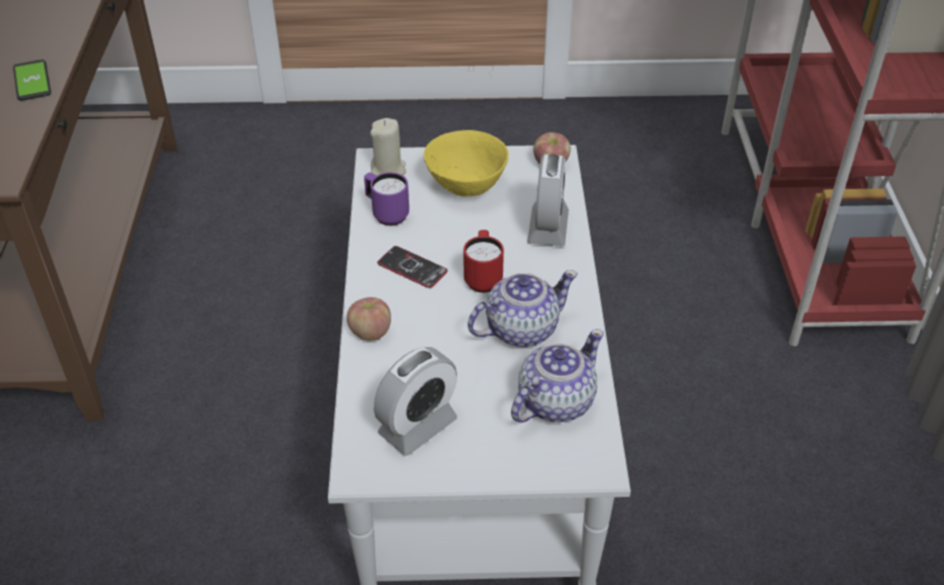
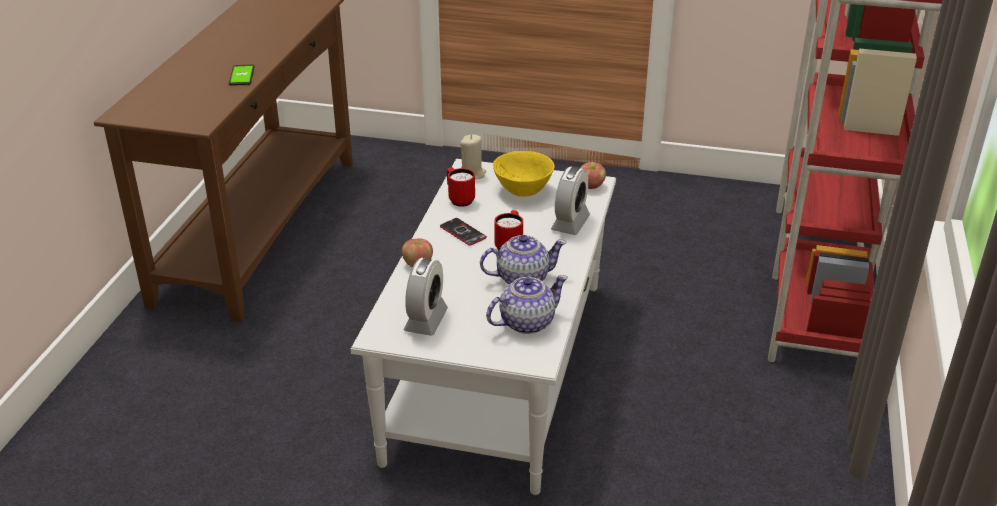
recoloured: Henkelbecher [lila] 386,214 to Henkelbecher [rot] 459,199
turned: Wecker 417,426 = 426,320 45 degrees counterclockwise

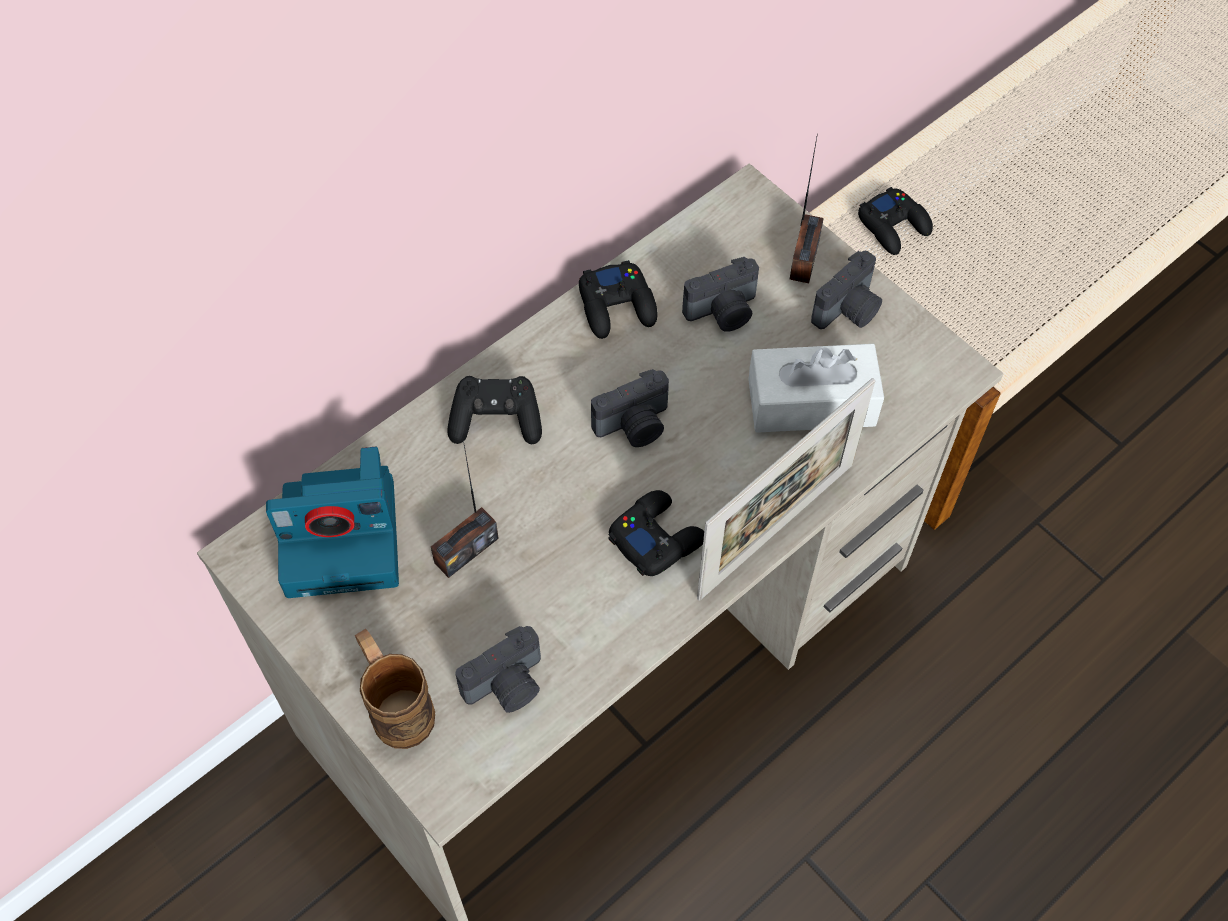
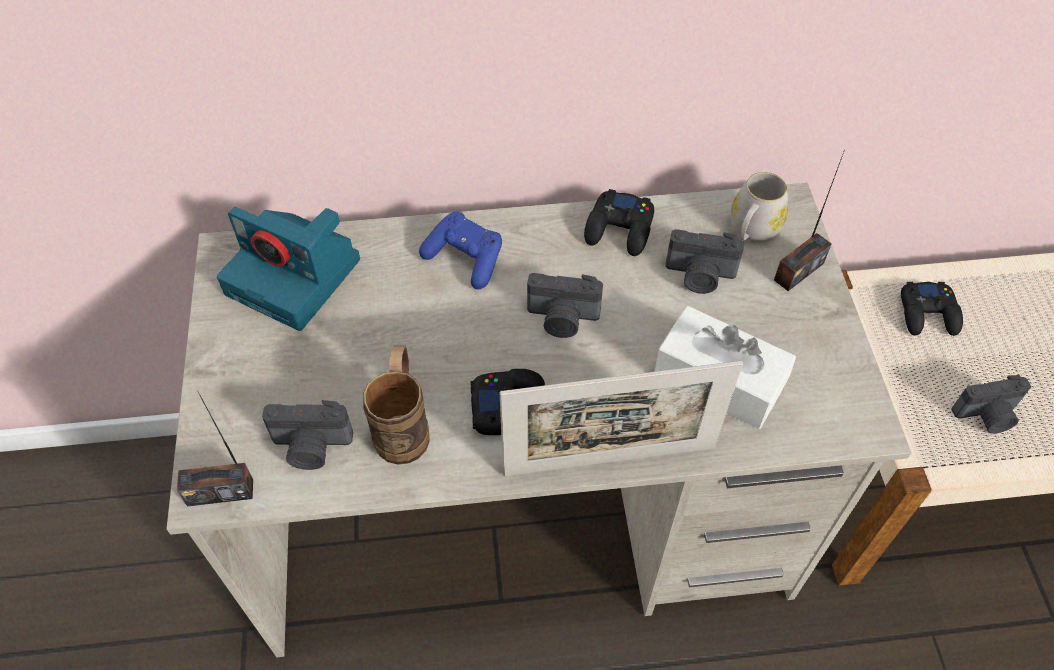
added: Henkelbecher [weiß] 751,230
moved: Henkelbecher [braun] 396,705 to 404,426; Radio 466,550 to 220,492; Kamera 849,310 to 987,416
recoloured: Gamepad [schwarz] 496,420 to Gamepad [blau] 465,259

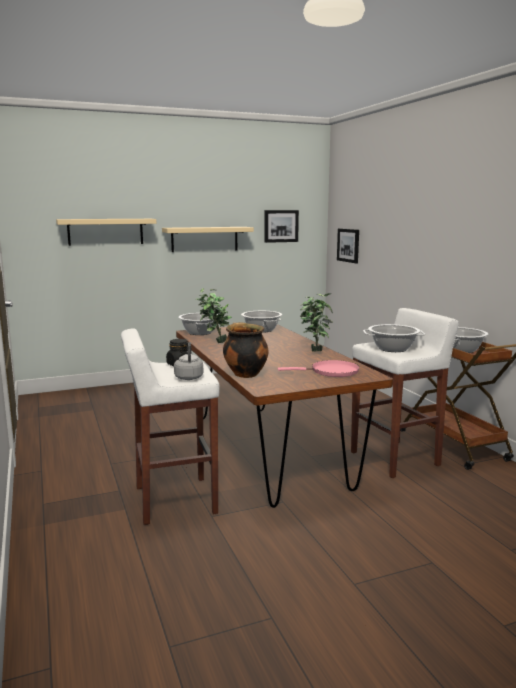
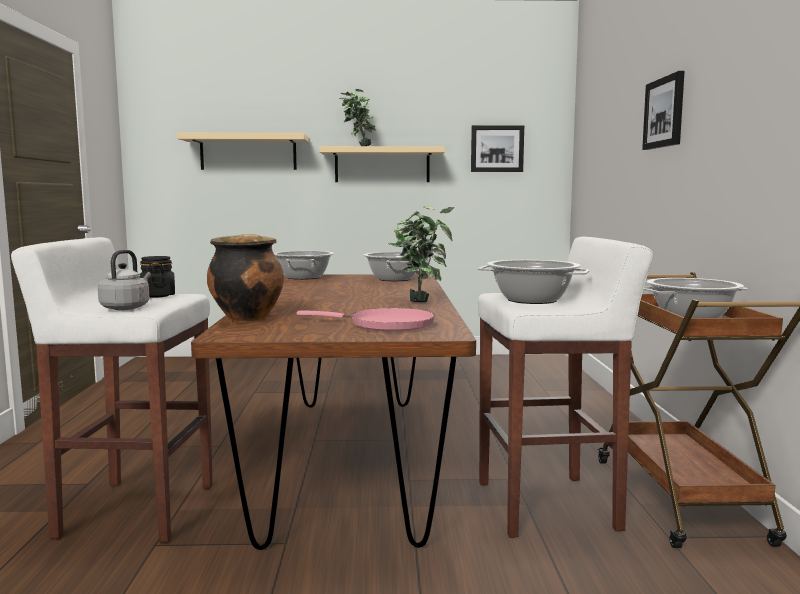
moved: Topfpflanze 214,342 to 358,147; Bild 348,245 to 664,112

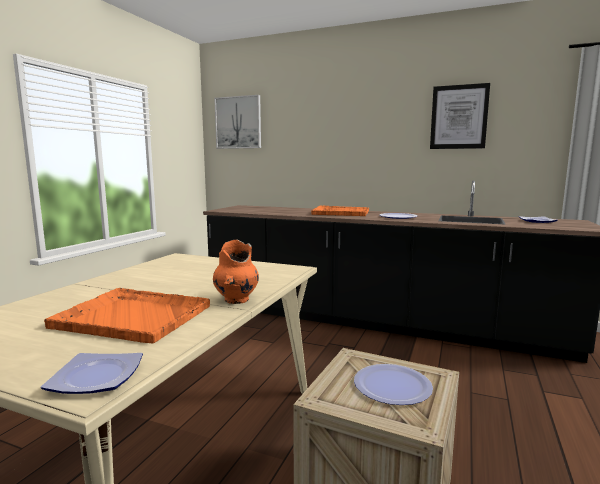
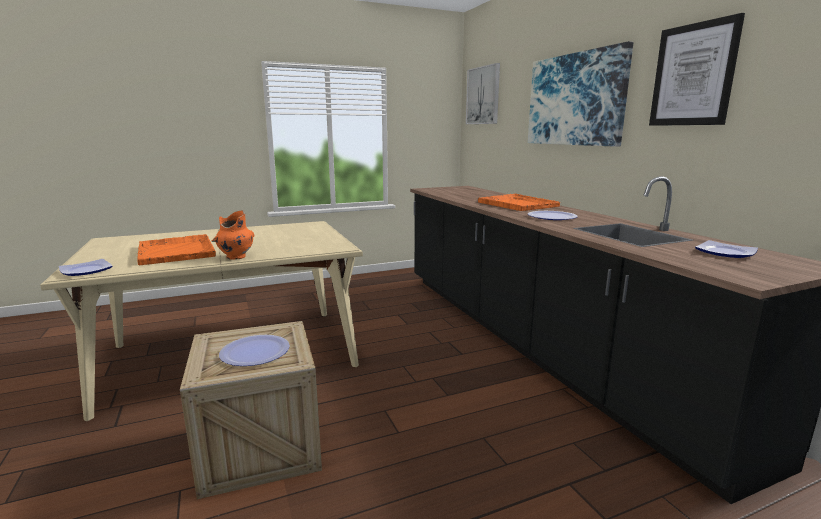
added: Bild 575,100

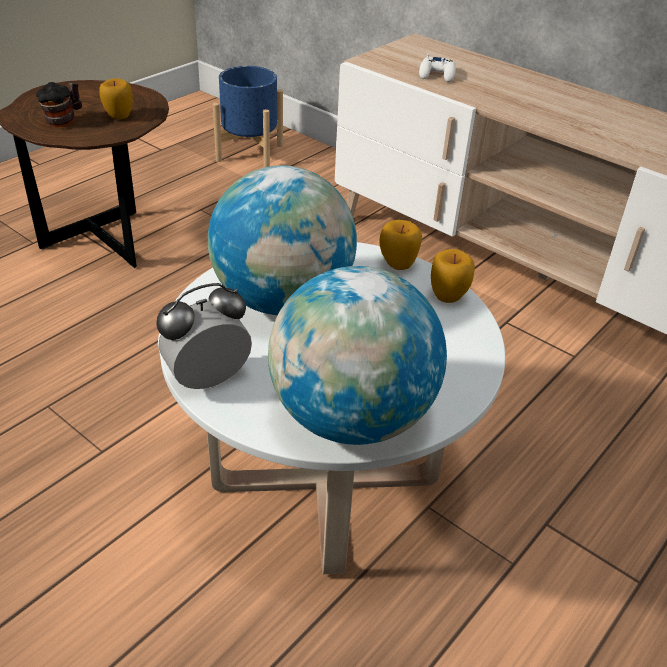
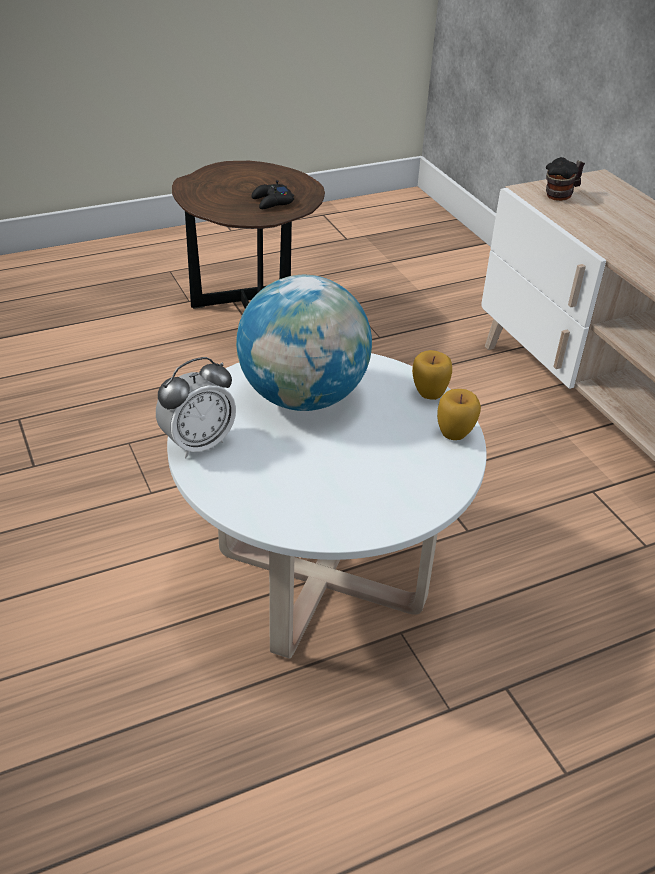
removed: Pflanzkübel [blau] 249,153; Globus 351,417; Gamepad [weiß] 437,74
moved: Henkelbecher 64,121 to 561,195
replaced: Apfel 119,116 to Gamepad [schwarz] 272,202
turned: Wecker 208,379 = 198,443 150 degrees clockwise

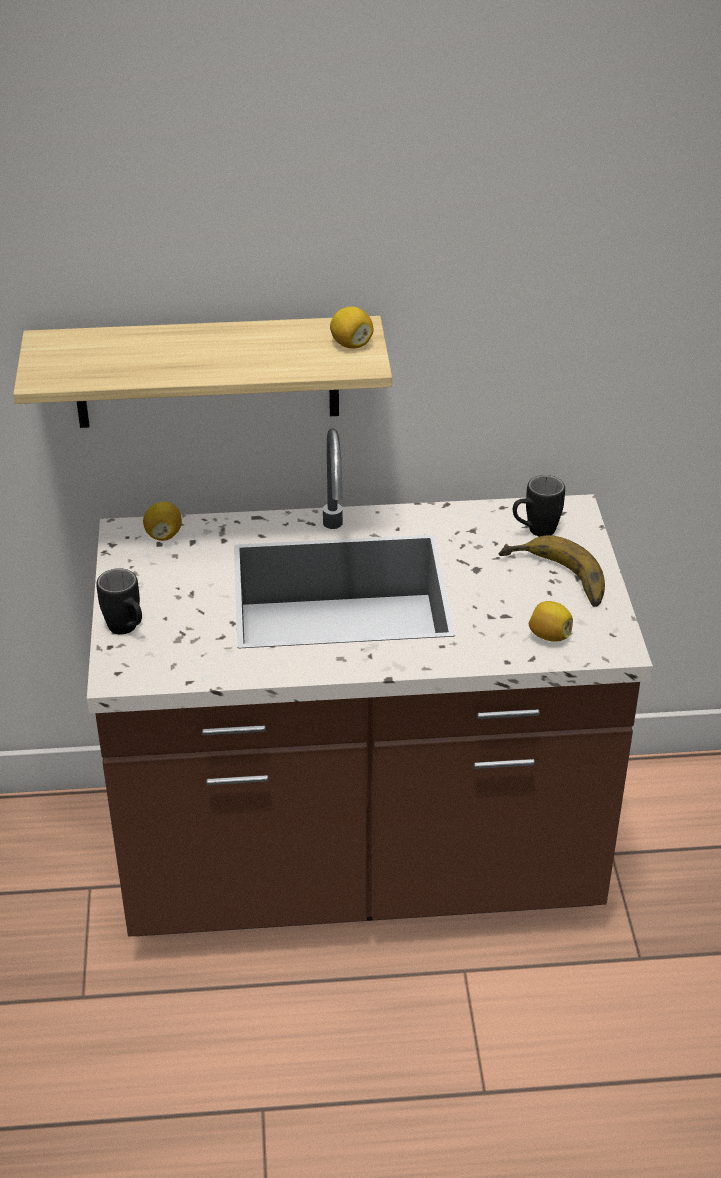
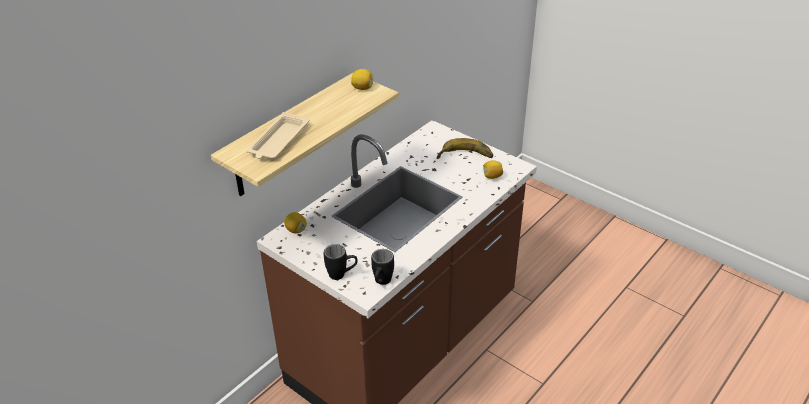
added: Tablett [beige] 278,141
moved: Henkelbecher [schwarz] 534,532 to 381,283

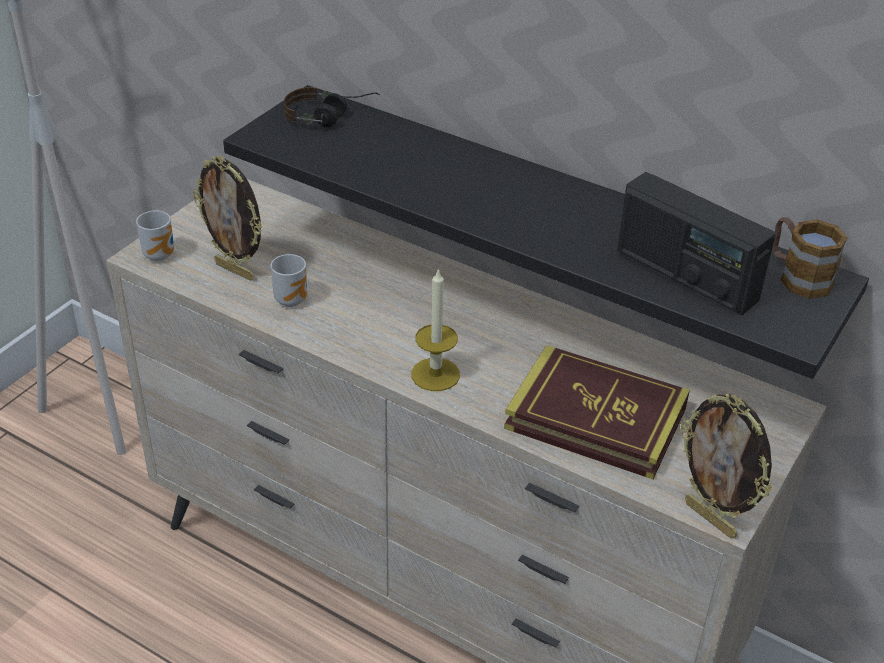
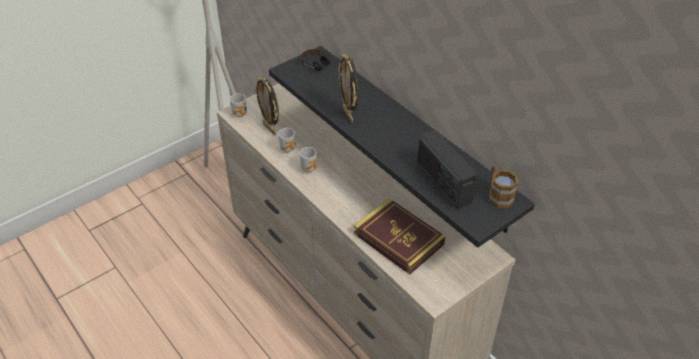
removed: Kerze 435,374
added: Henkelbecher 309,168
moved: Bilderrahmen 711,519 to 348,115

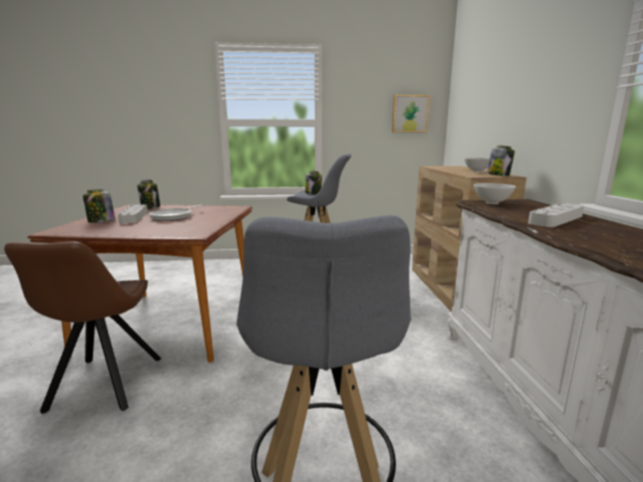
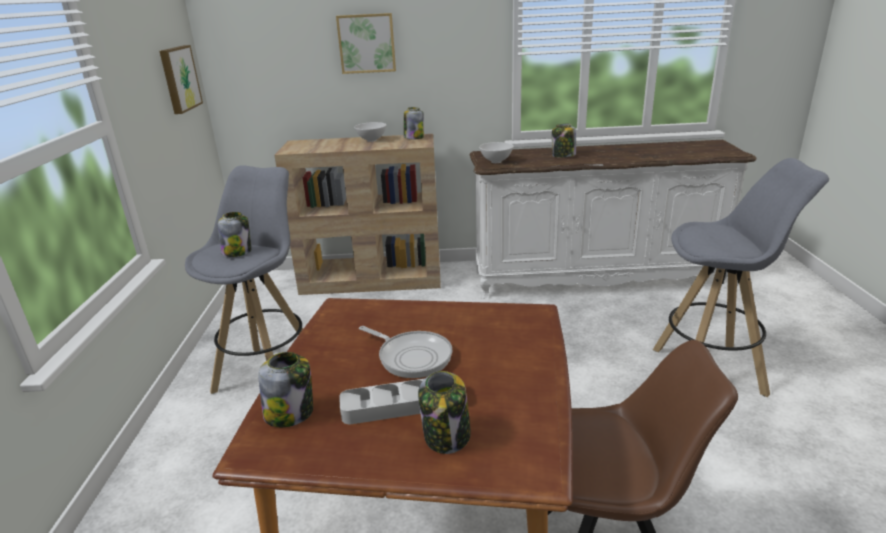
added: Bild 367,43
replaced: Tablett [grau] 556,219 to Vorratsglas 563,156

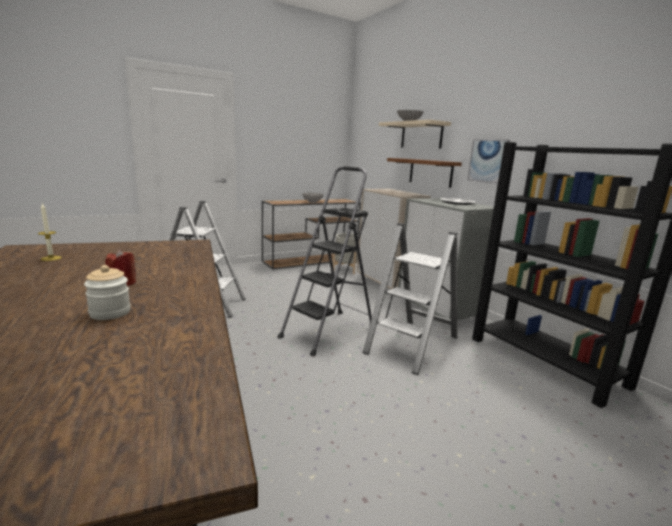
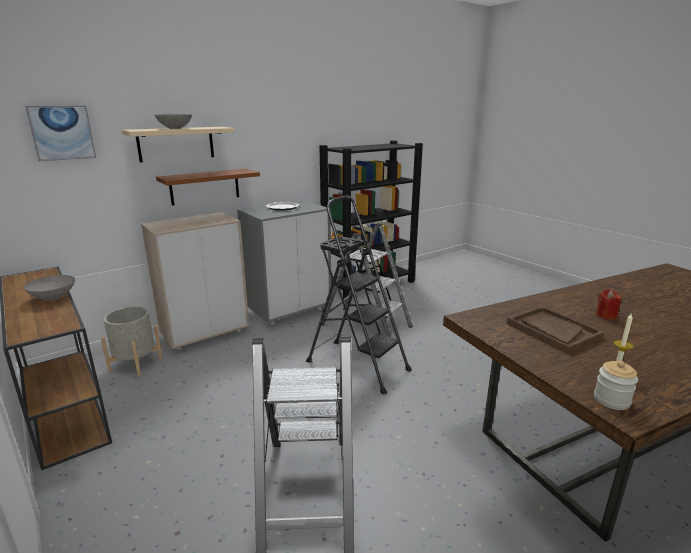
added: Tablett [braun] 552,330
moved: Vorratsglas 110,313 to 611,400; Bild 488,161 to 62,133

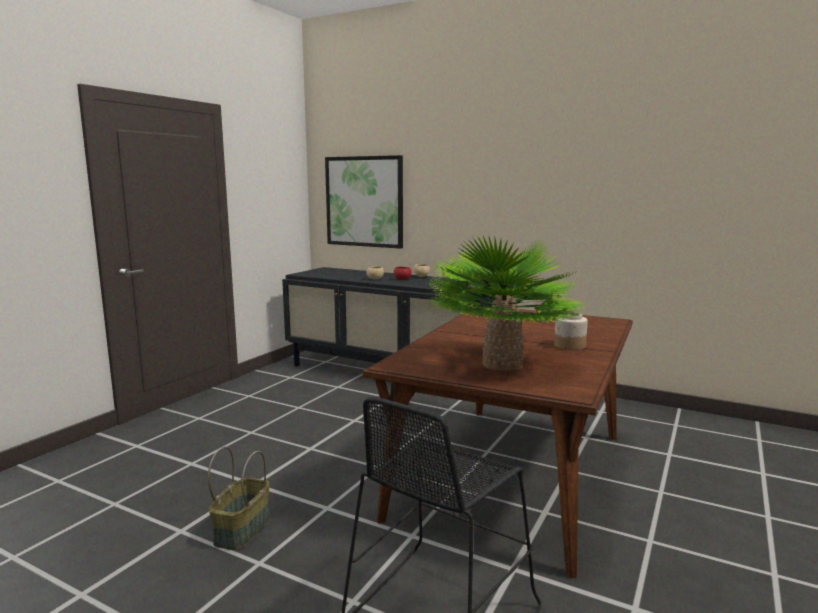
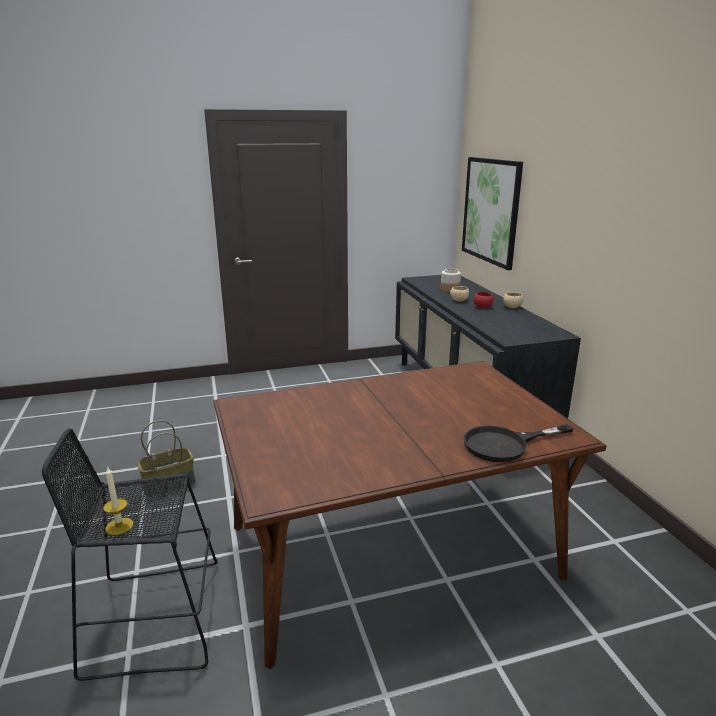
removed: Topfpflanze 502,364
added: Kerze 119,526; Pfanne [schwarz] 505,444
moved: Vorratsglas 569,346 to 449,290

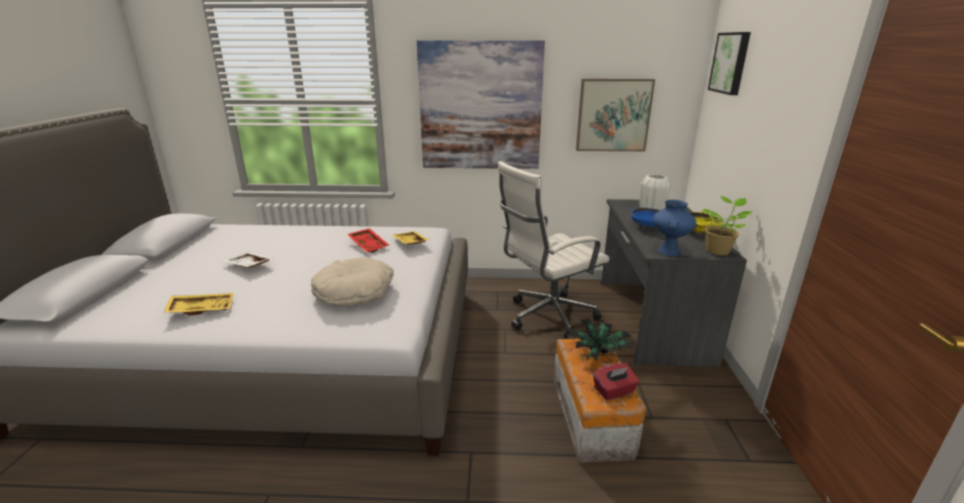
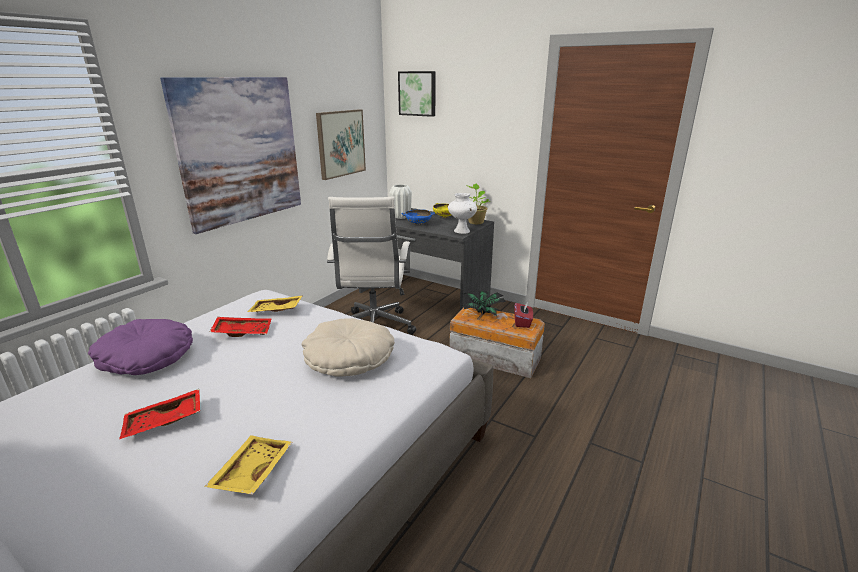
added: Kissen [lila] 148,357
recoloured: Tablett [weiß] 248,266 to Tablett [rot] 164,422; Vase [blau] 668,251 to Vase [weiß] 461,231

